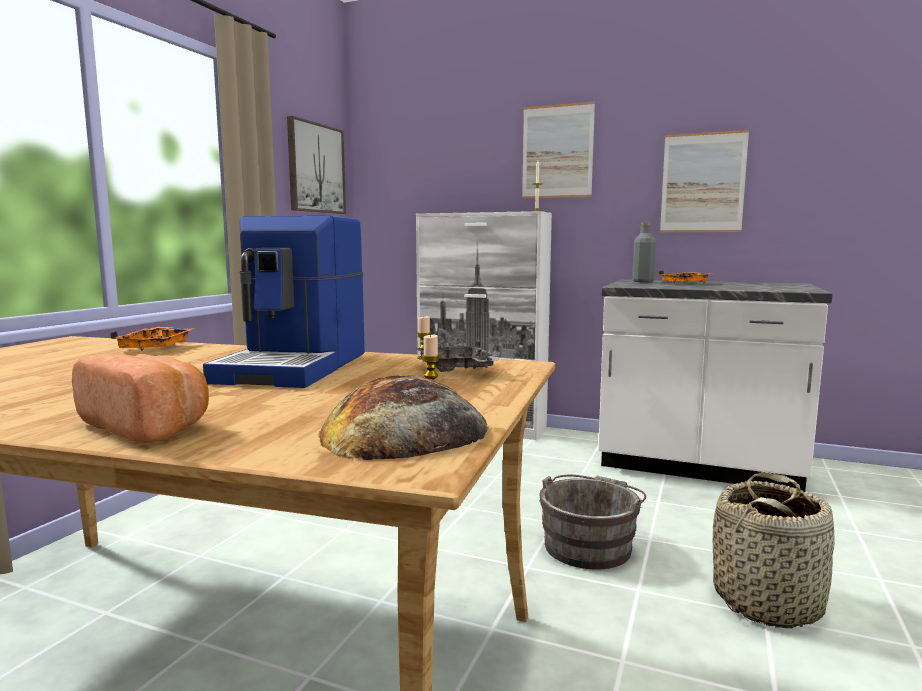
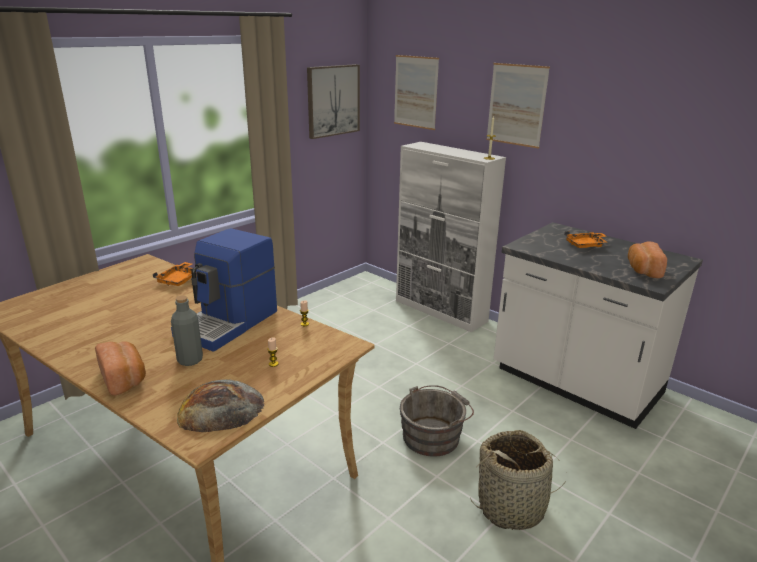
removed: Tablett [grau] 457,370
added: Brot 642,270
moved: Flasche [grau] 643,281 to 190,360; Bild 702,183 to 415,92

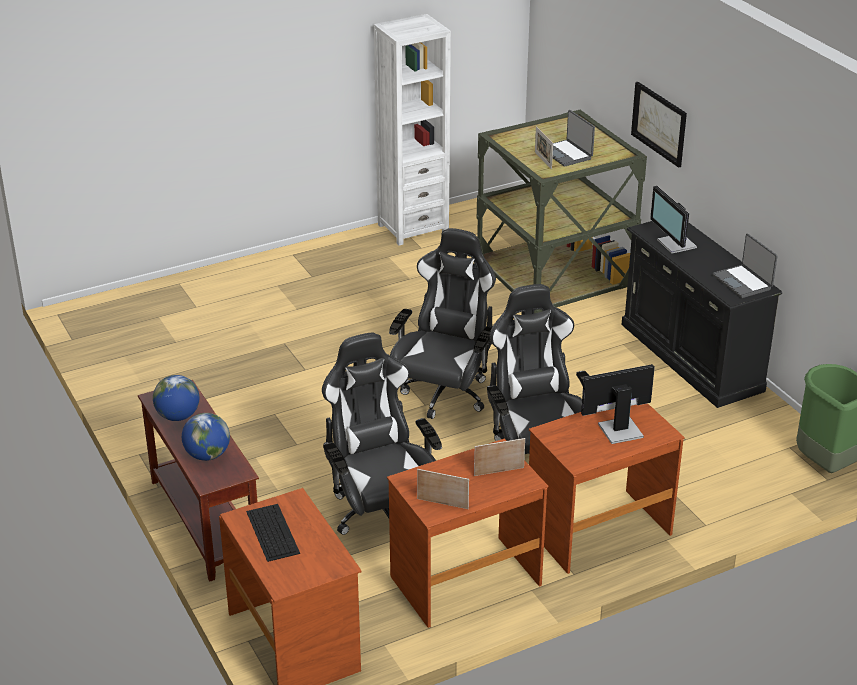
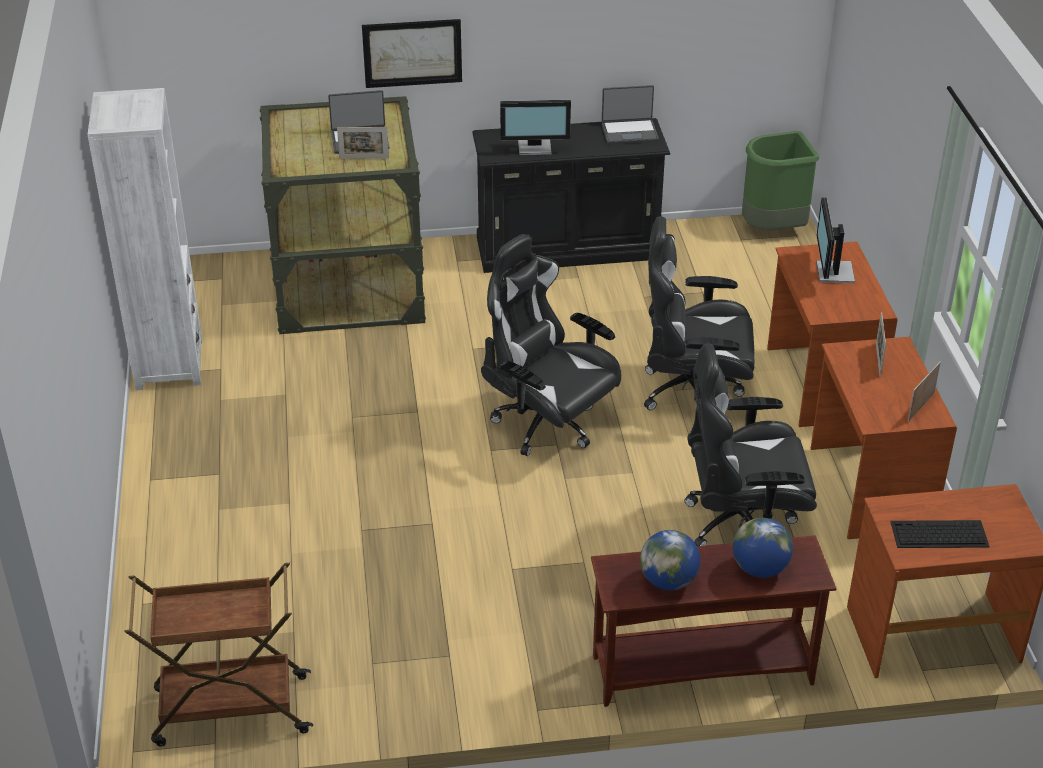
added: Rollwagen [braun] 230,711

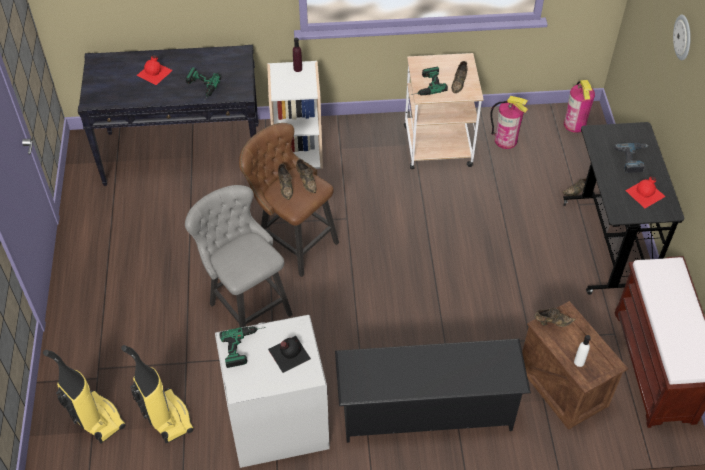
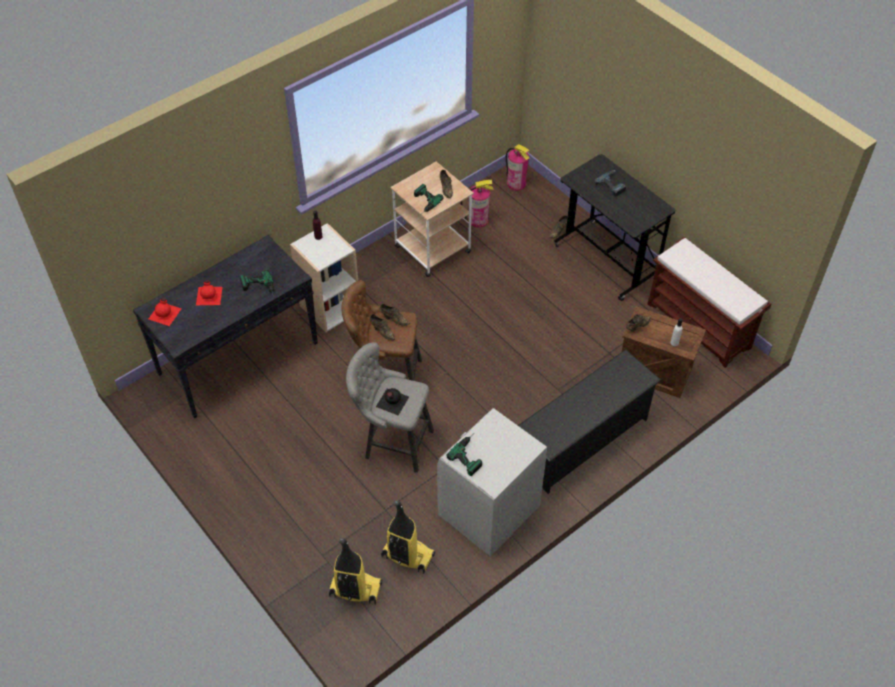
removed: Wanduhr 683,37
moved: Flasche [schwarz] 288,353 to 391,402; Flasche [rot] 646,193 to 165,313

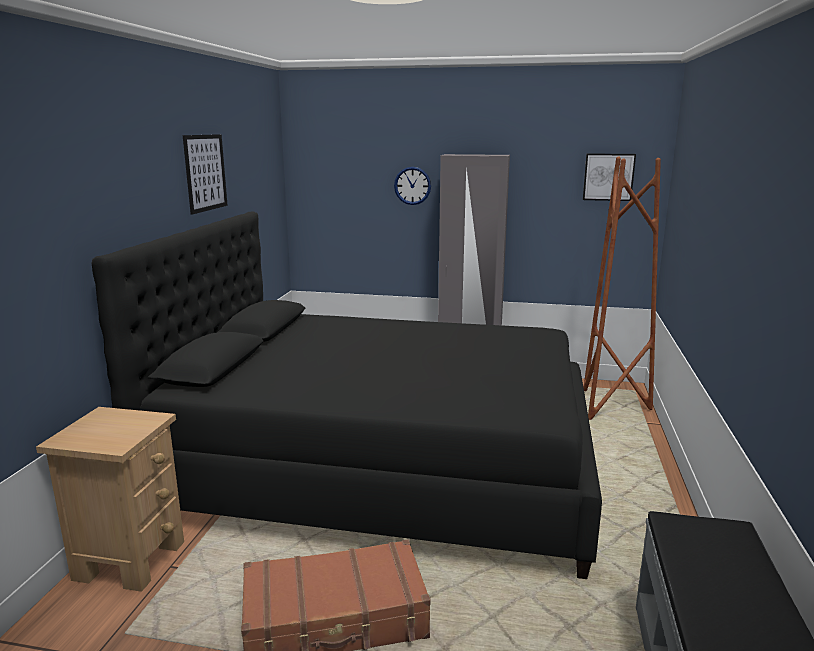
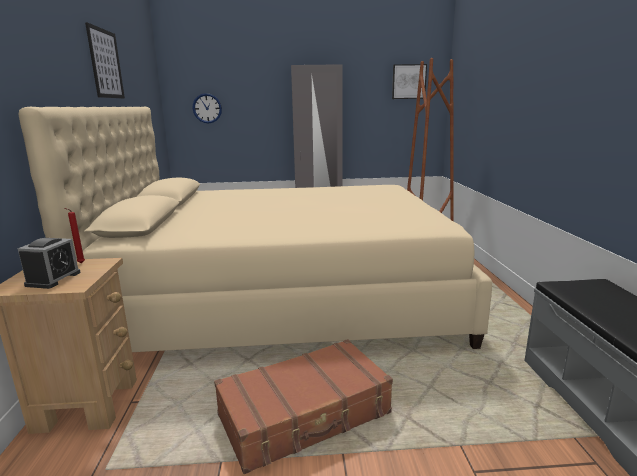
added: Wecker 53,279; Kerze [rot] 80,263
moved: Wanduhr 412,185 to 207,108
recoloured: Bett [schwarz] 381,465 to Bett [beige] 284,299

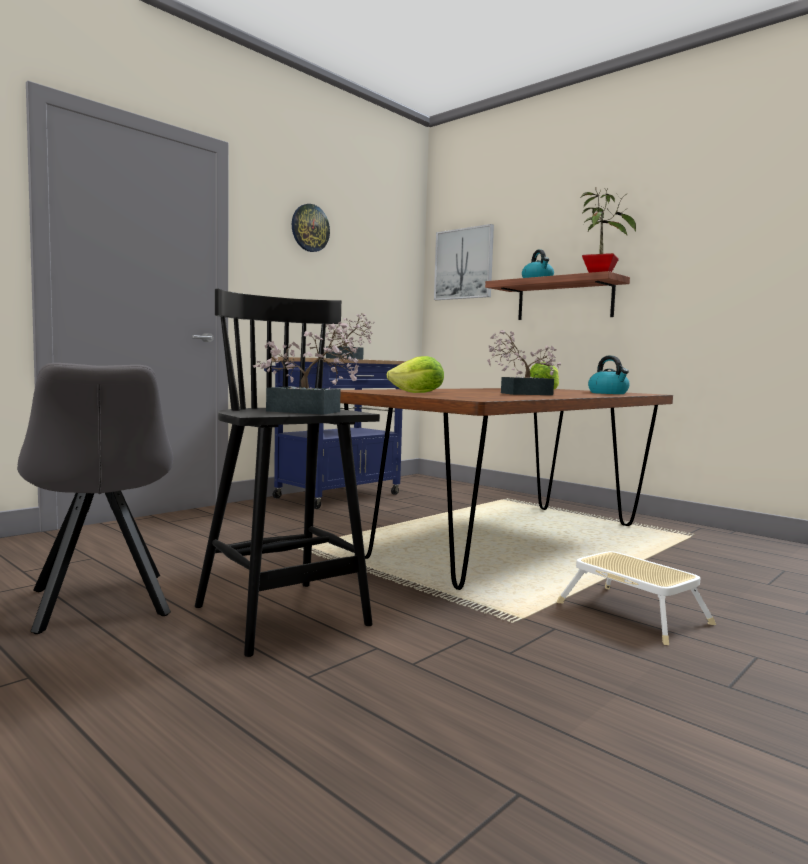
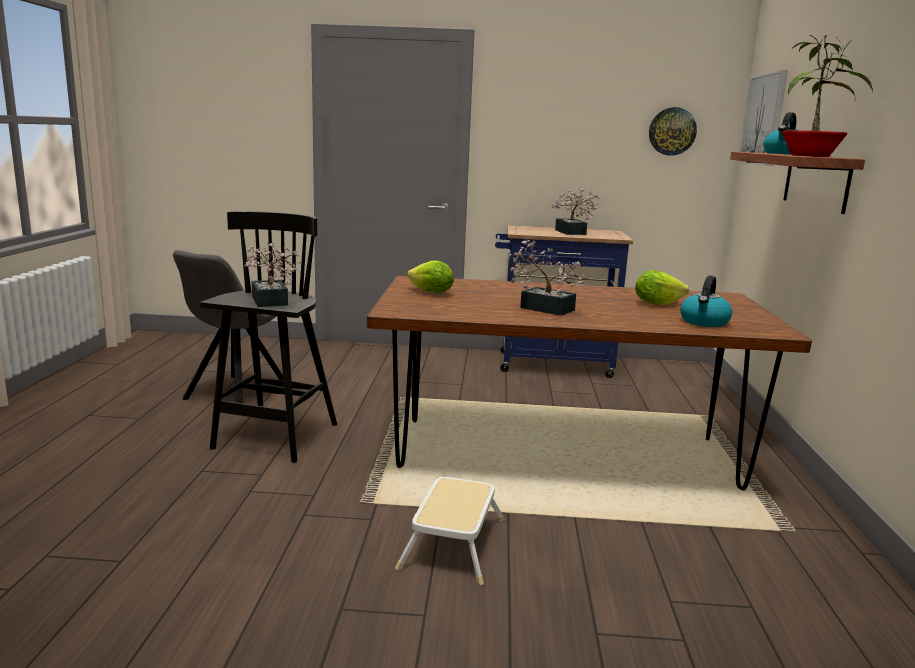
moved: Wanduhr 310,228 to 672,131

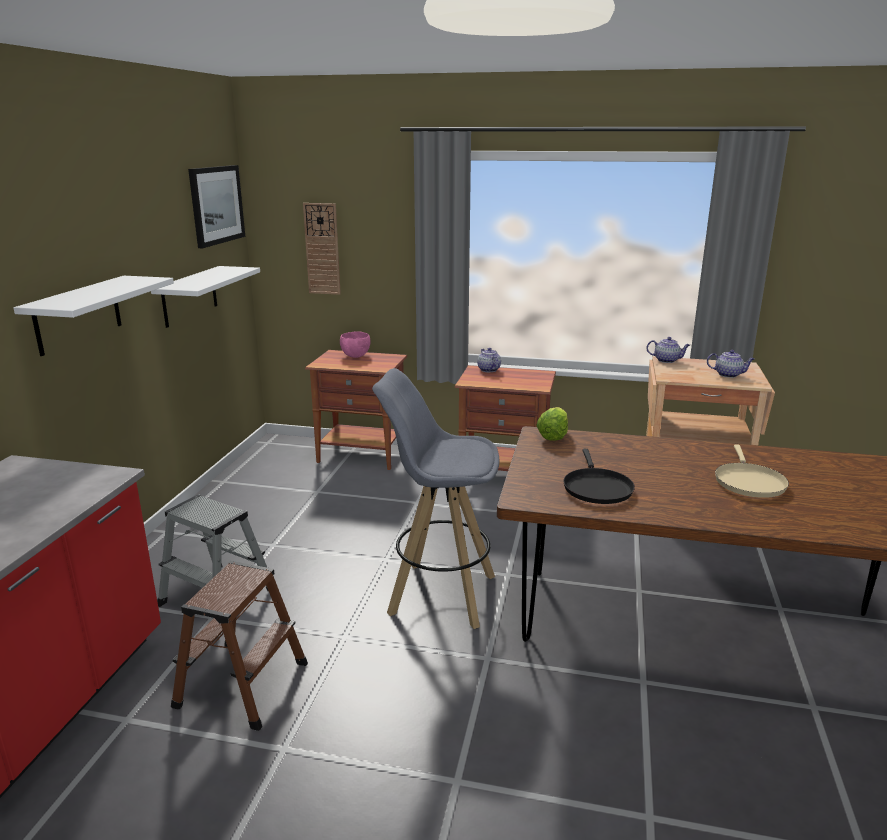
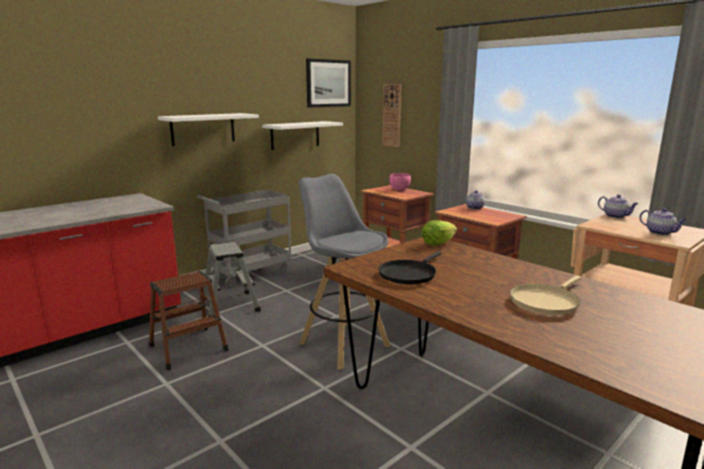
added: Rollwagen [grau] 249,275

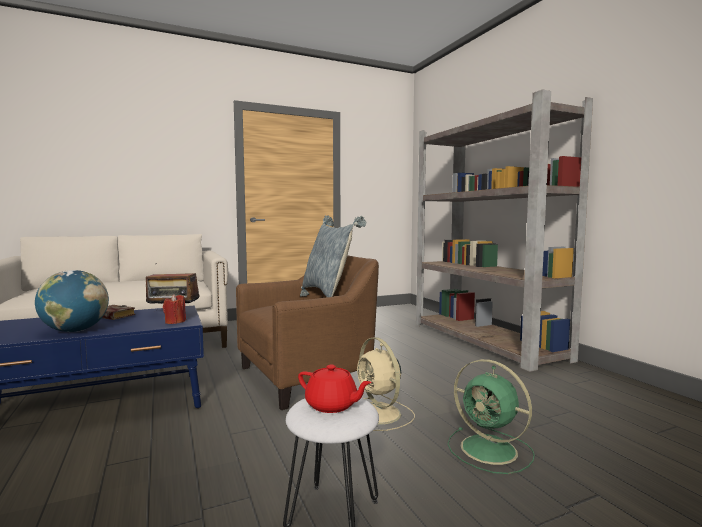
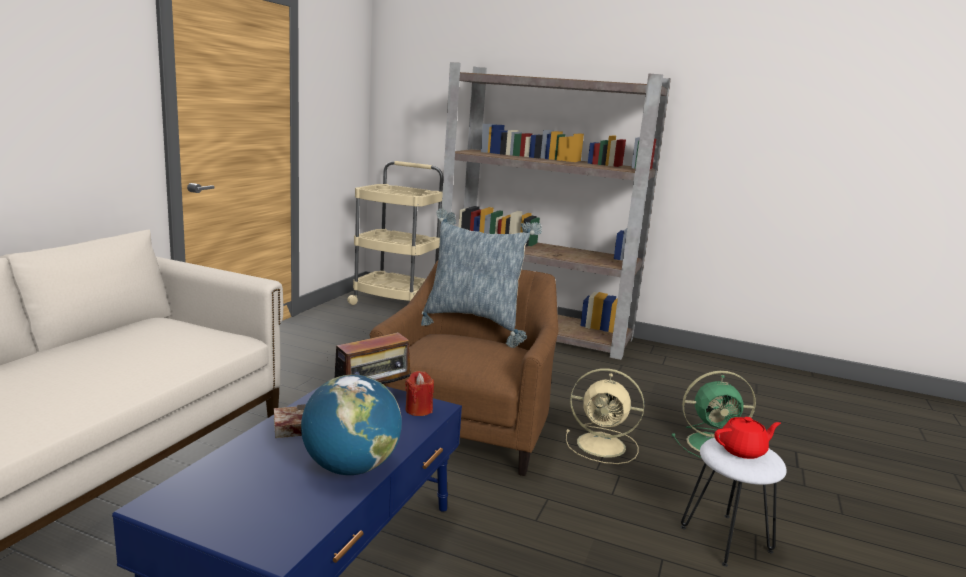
added: Rollwagen [beige] 394,303

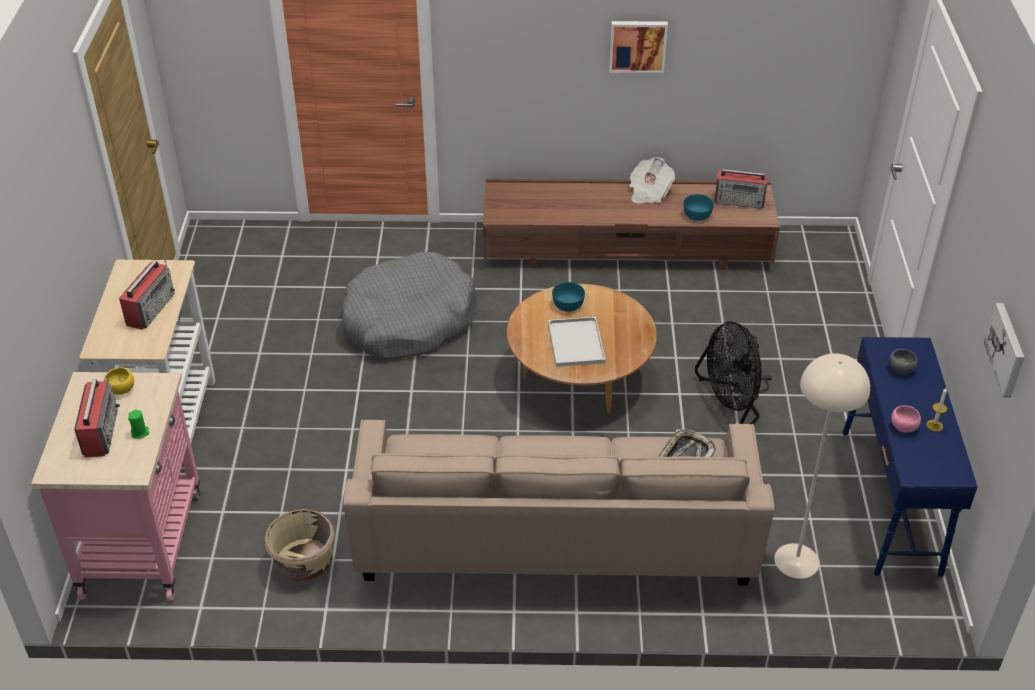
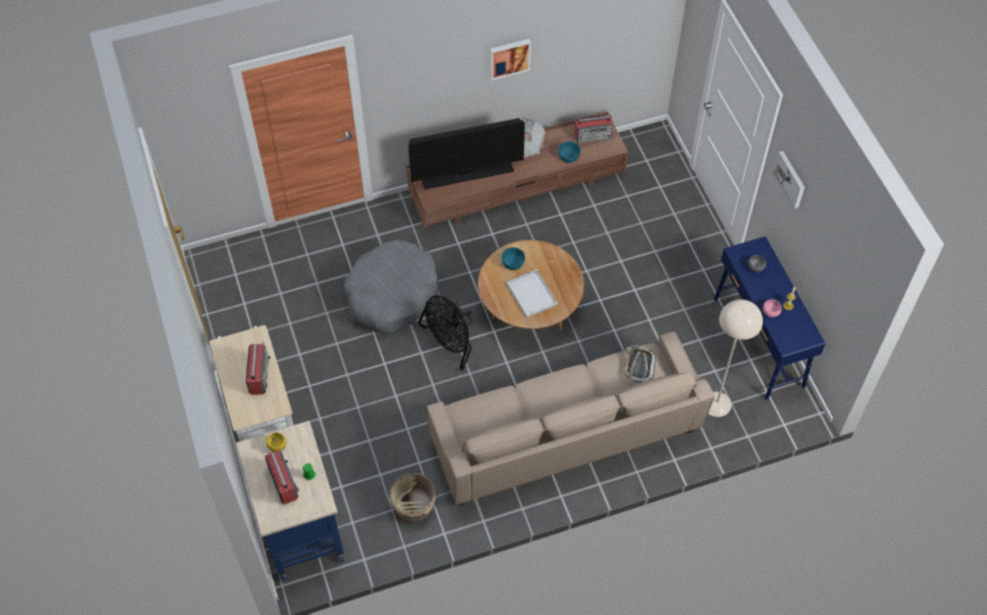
added: Fernseher 467,174
moved: Ventilator [schwarz] 734,402 to 451,339; Bild 1007,350 to 790,179
recoloured: Rollwagen [rosa] 141,543 to Rollwagen [blau] 300,527

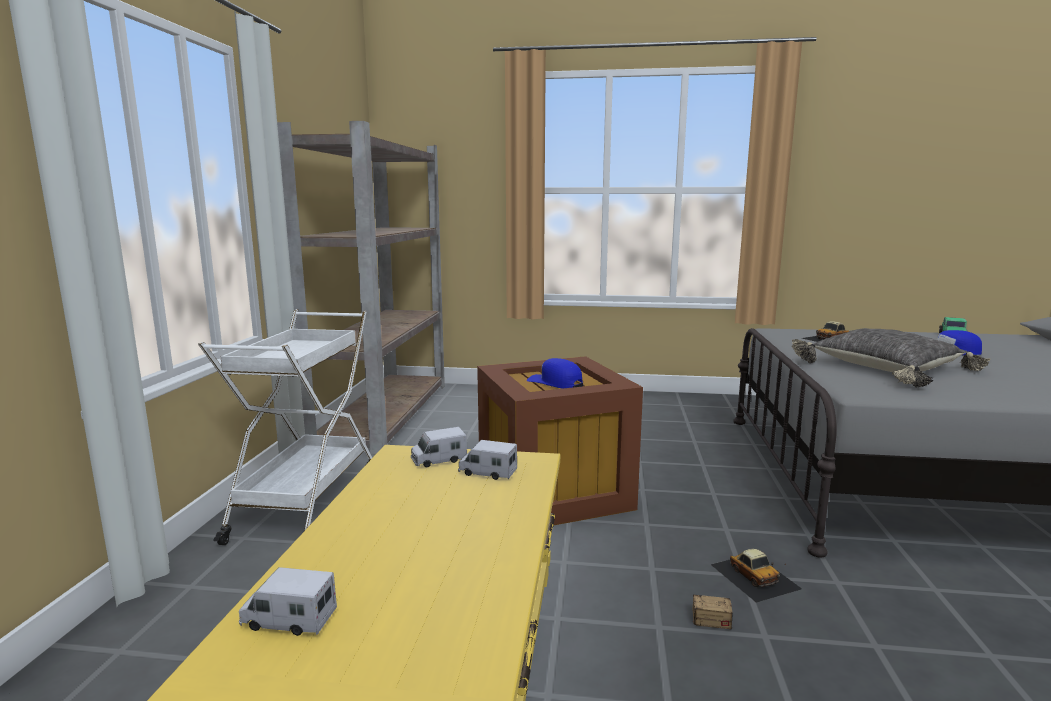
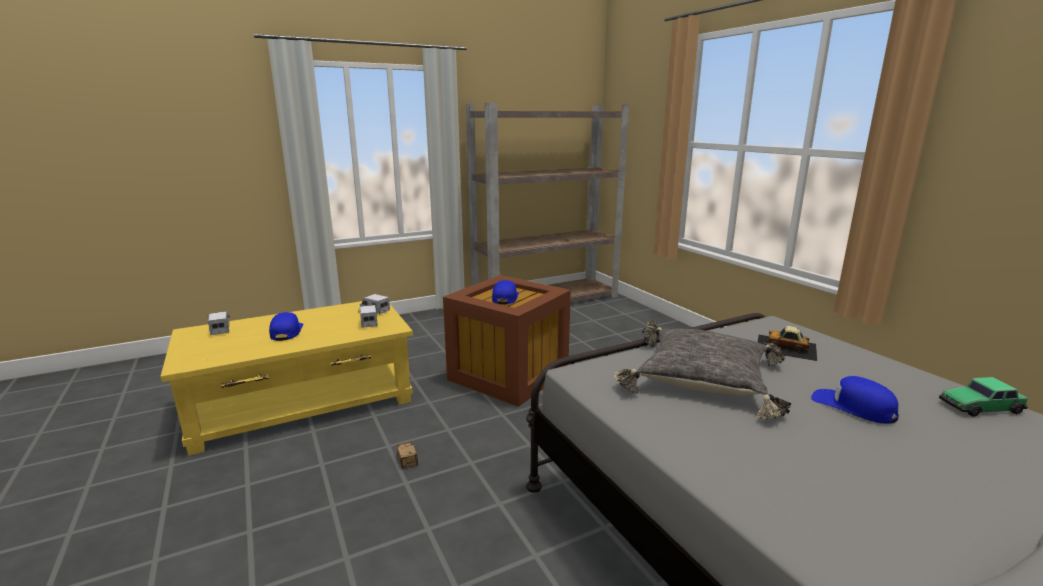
removed: Rollwagen [weiß] 307,504; Spielzeugauto 754,576
added: Kappe [blau] 286,332

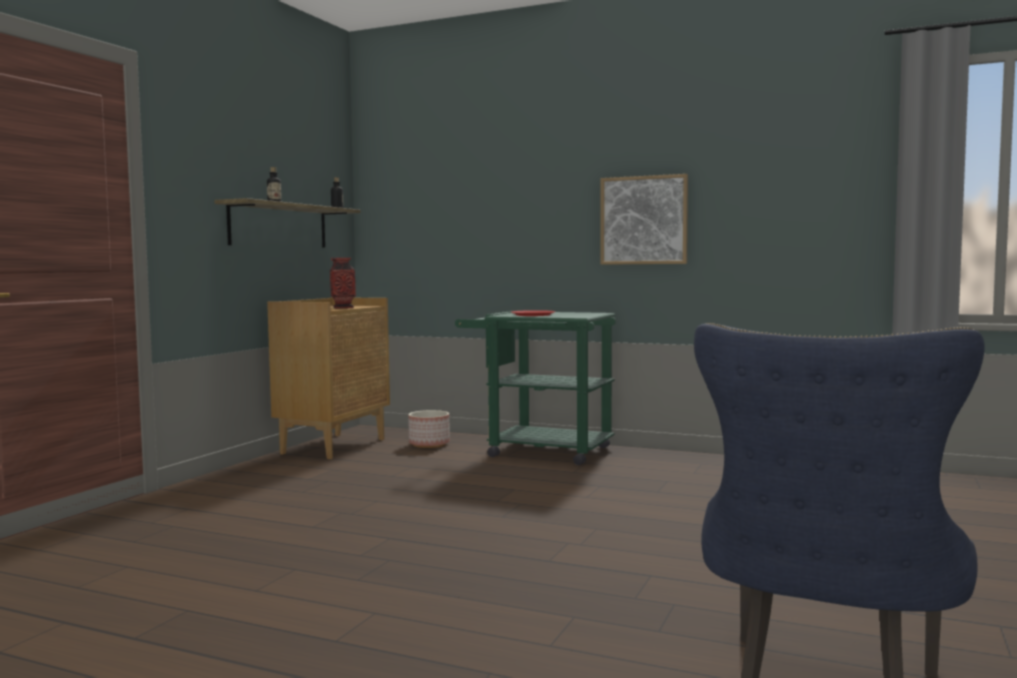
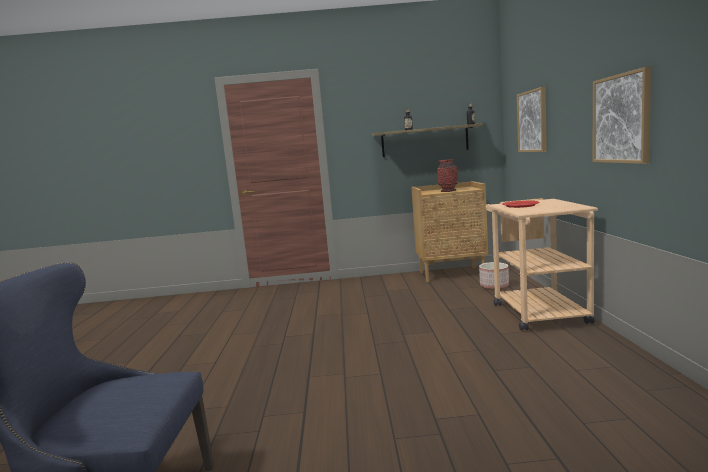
added: Bild 533,121
recoloured: Rollwagen [grün] 539,451 to Rollwagen [beige] 535,310

